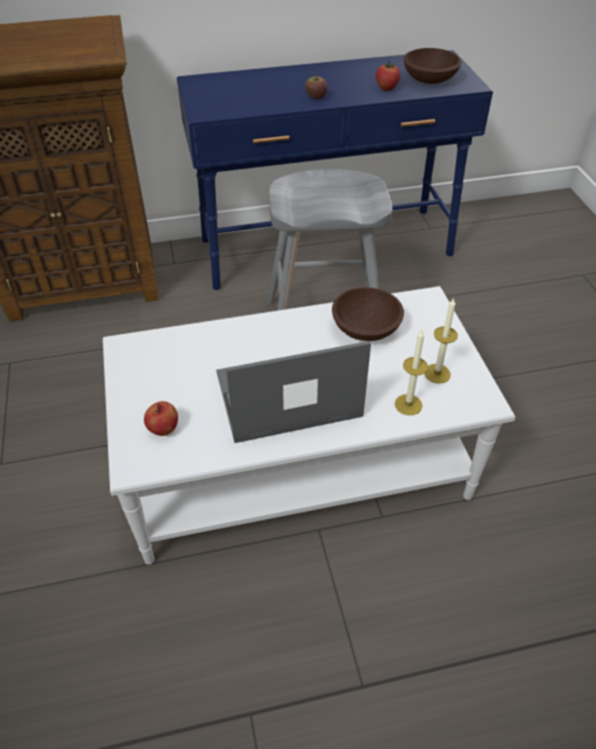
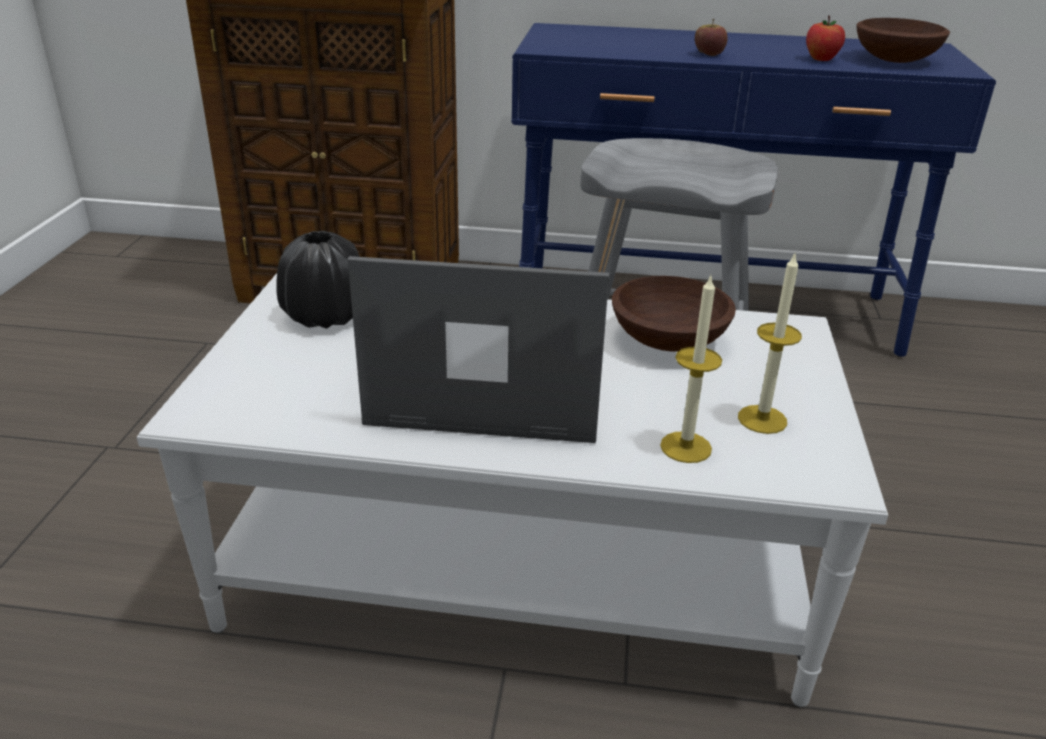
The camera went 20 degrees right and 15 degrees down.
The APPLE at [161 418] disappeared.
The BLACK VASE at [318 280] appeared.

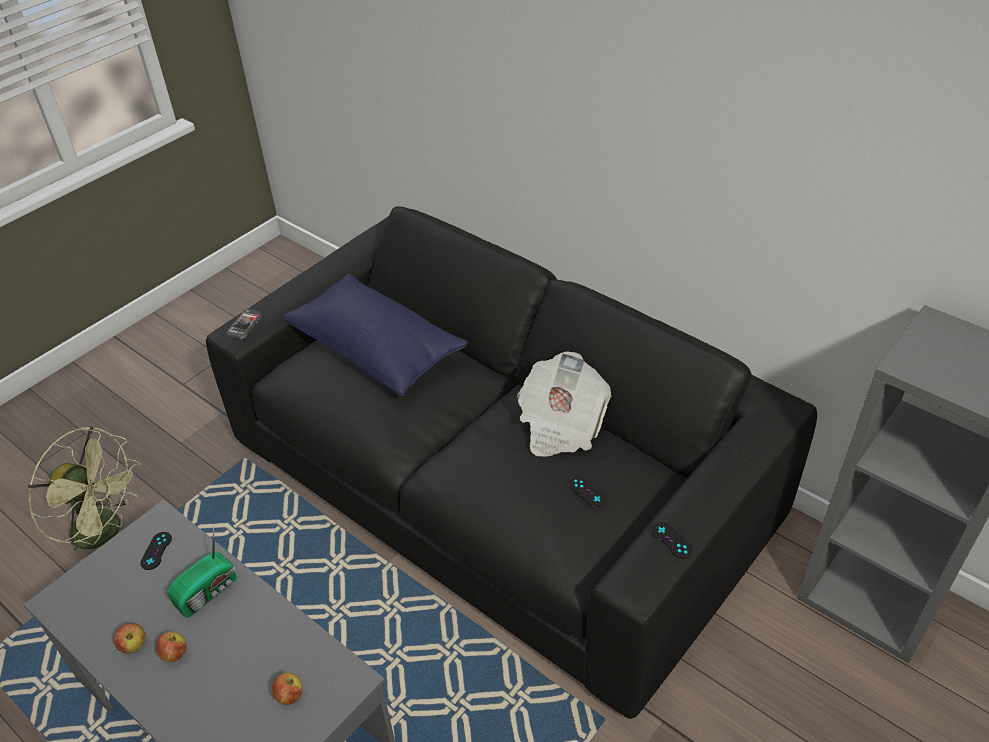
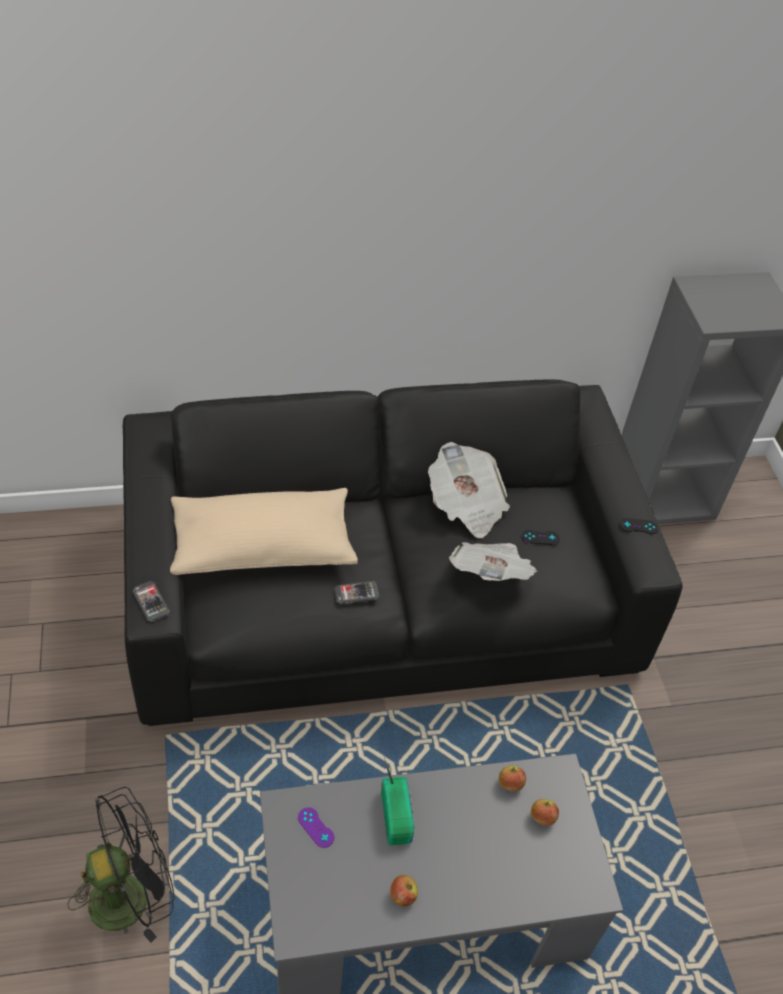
The camera went 55 degrees left and 5 degrees up.
The PHONE at [357 592] appeared.
The NEWSPAPER at [493 561] appeared.
The APPLE moved from [171 647] to [512 778].
The GREEN FAN at [84 494] became the BLACK FAN at [121 864].
The BLACK GAME CONTROLLER at [156 551] became the PURPLE GAME CONTROLLER at [316 827].
The BLUE PILLOW at [375 335] became the BEIGE PILLOW at [264 531].

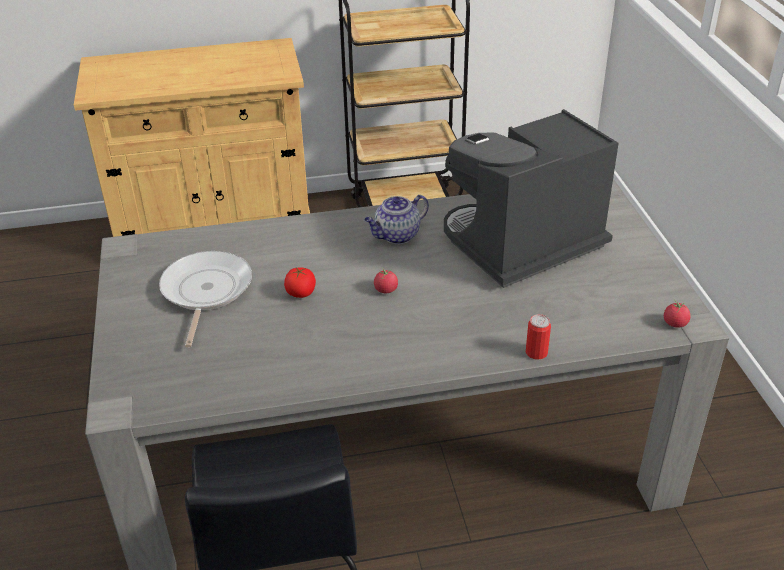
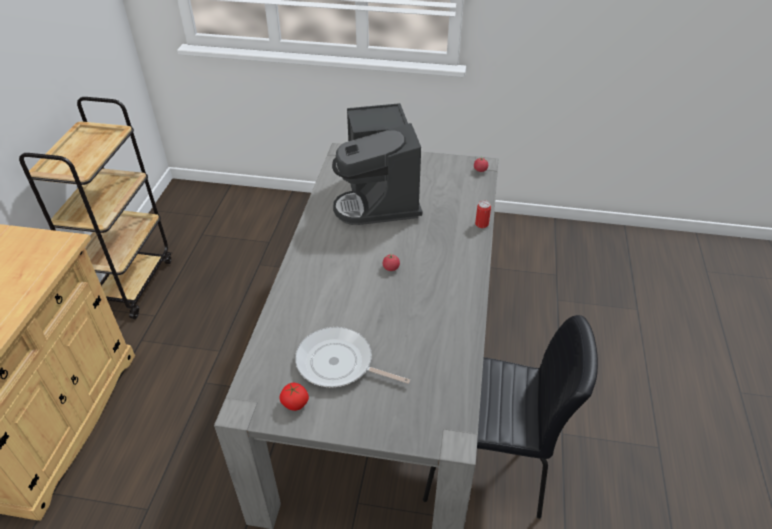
The camera went 70 degrees left and 5 degrees up.
The TEAPOT at [396 219] disappeared.
The TOMATO moved from [300 282] to [294 397].

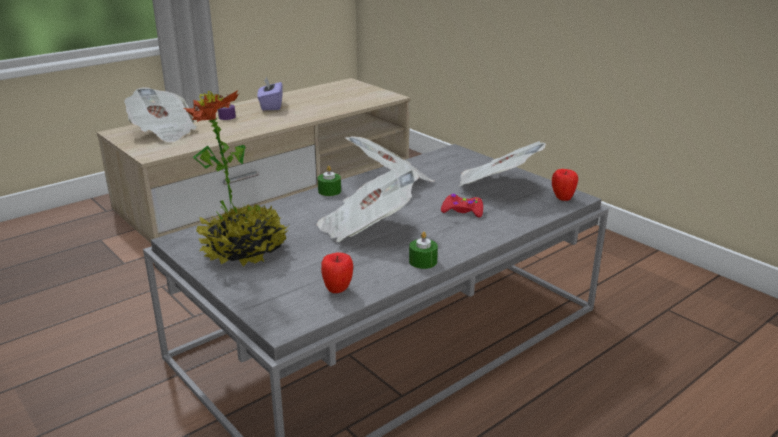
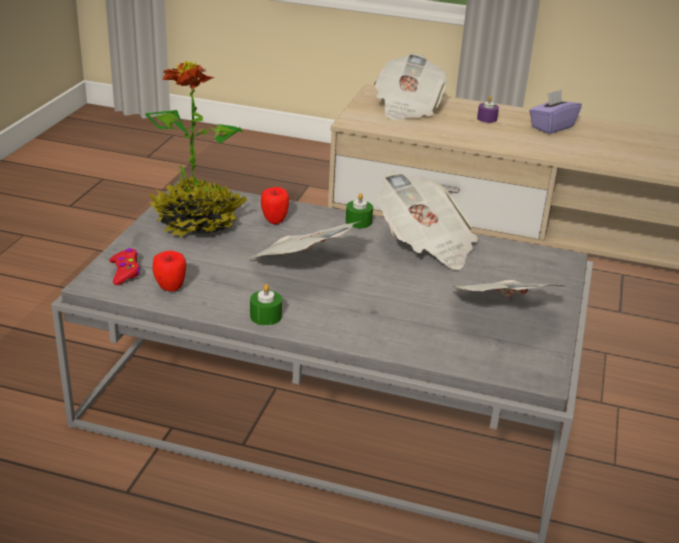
The camera went 55 degrees right and 5 degrees up.
The RED GAME CONTROLLER moved from [462 205] to [124 266].
The APPLE moved from [565 185] to [275 205].

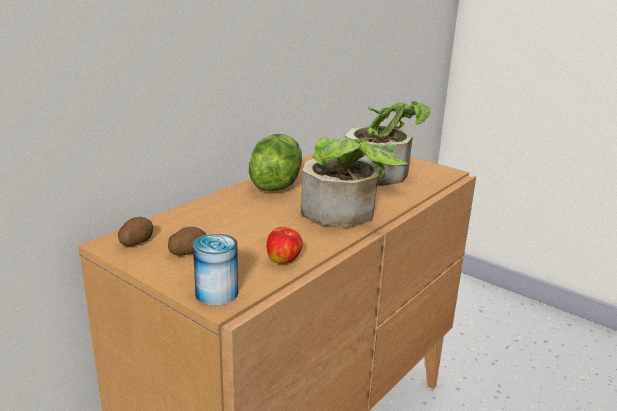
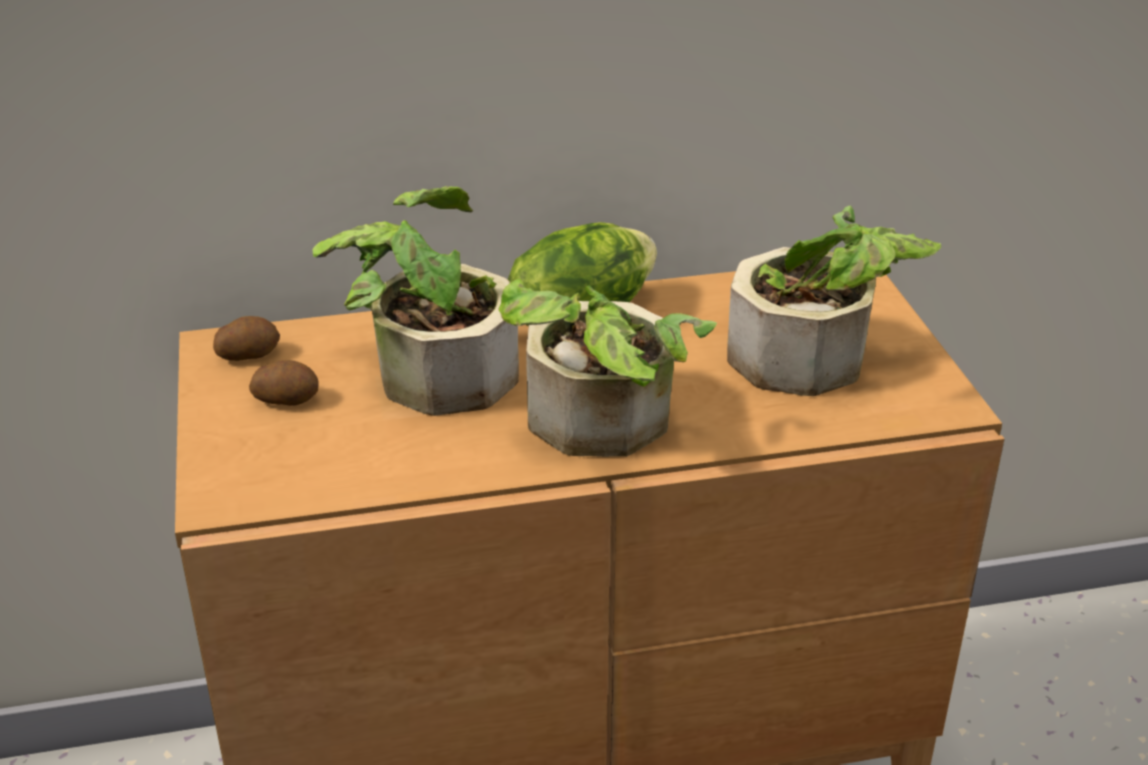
The camera went 40 degrees right and 10 degrees up.
The CAN at [215 270] disappeared.
The APPLE at [284 245] disappeared.
The POTTED PLANT at [415 301] appeared.

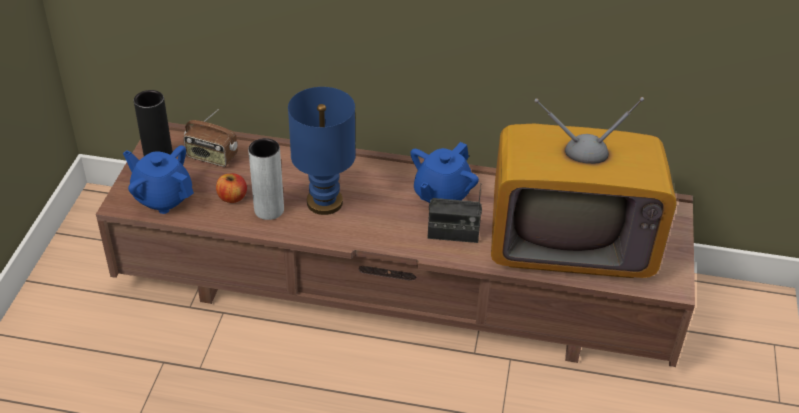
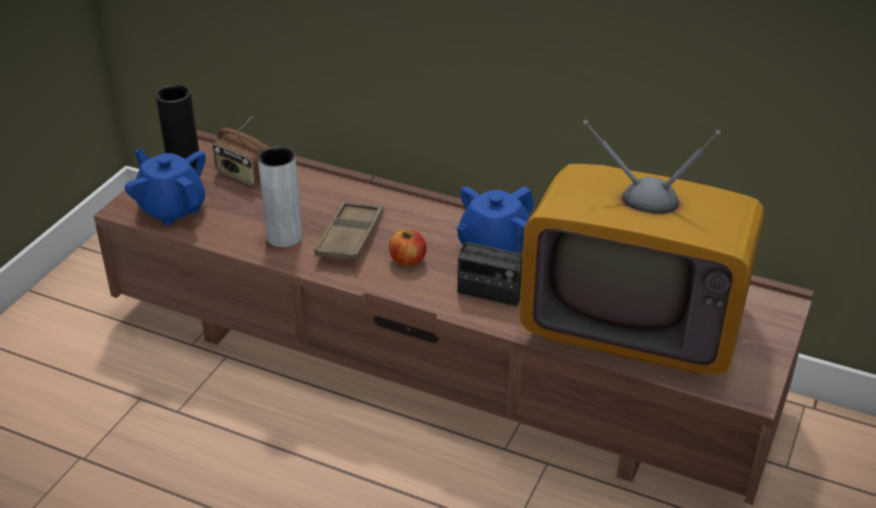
The camera went 15 degrees right and 5 degrees down.
The APPLE moved from [231 188] to [408 248].
The BLUE TABLE LAMP at [322 151] was replaced by the BROWN TRAY at [349 231].

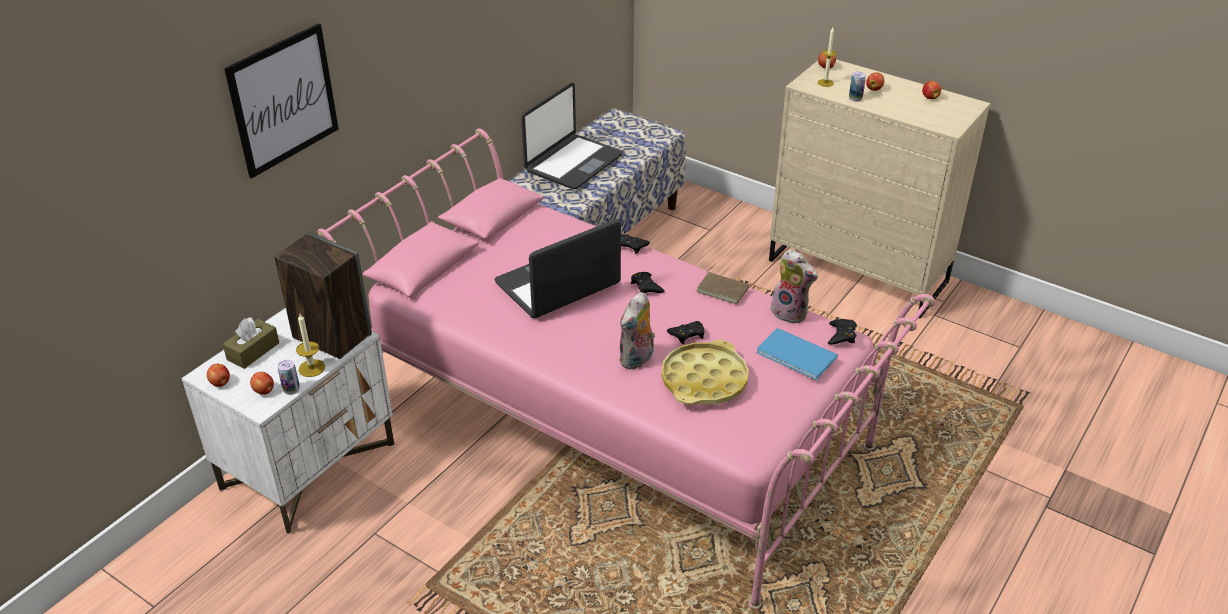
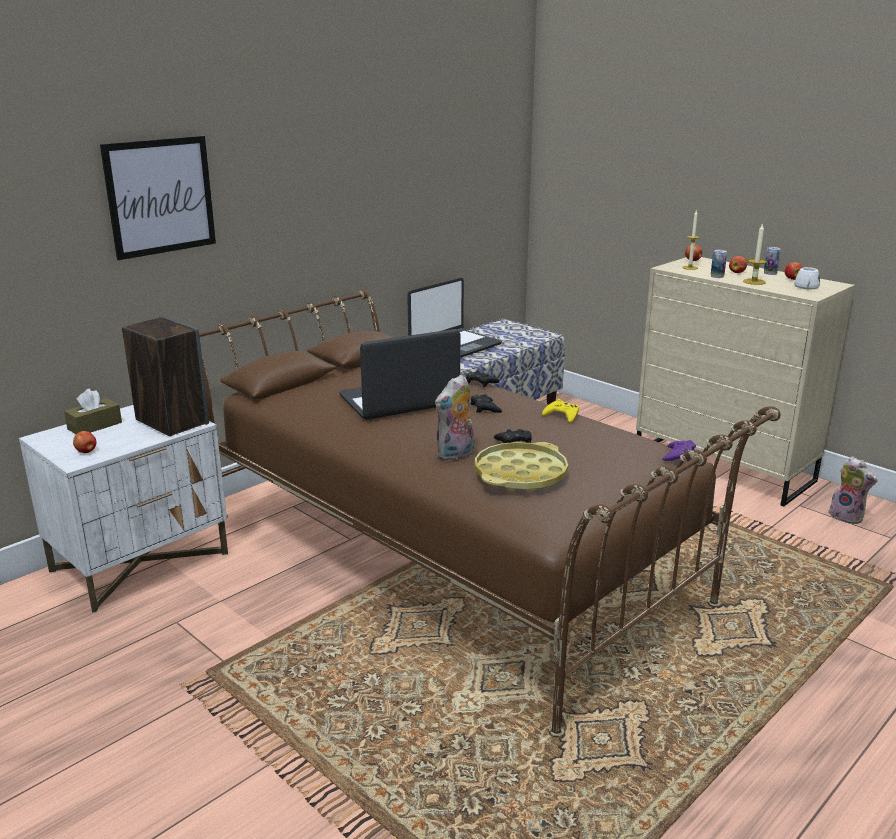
The camera went 10 degrees right and 15 degrees down.
The APPLE at [218 375] disappeared.
The BLUE BOOK at [797 354] disappeared.
The WHITE MUG at [807 278] appeared.
The CAN moved from [288 377] to [772 261].
The CANDLE moved from [310 345] to [755 254].
The PLUSH TOY moved from [794 286] to [853 490].
The BROWN BOOK at [722 285] was replaced by the YELLOW GAME CONTROLLER at [560 411].
The PINK BED at [626 368] became the BROWN BED at [489 513].
The BLACK GAME CONTROLLER at [842 331] became the PURPLE GAME CONTROLLER at [679 450].

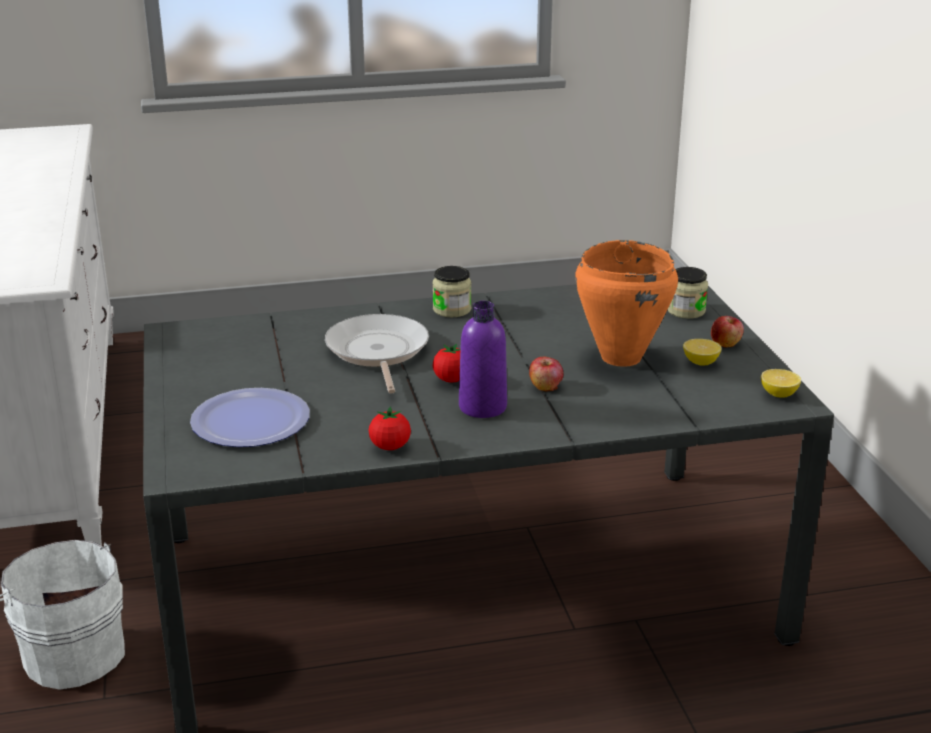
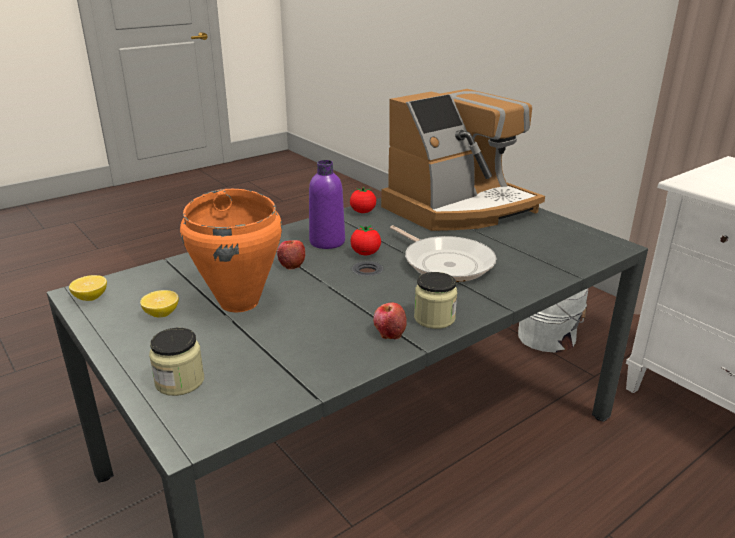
The camera went 155 degrees right and 0 degrees up.
The APPLE moved from [727 332] to [390 321].
The PLATE at [250 417] was replaced by the COFFEE MACHINE at [463 160].

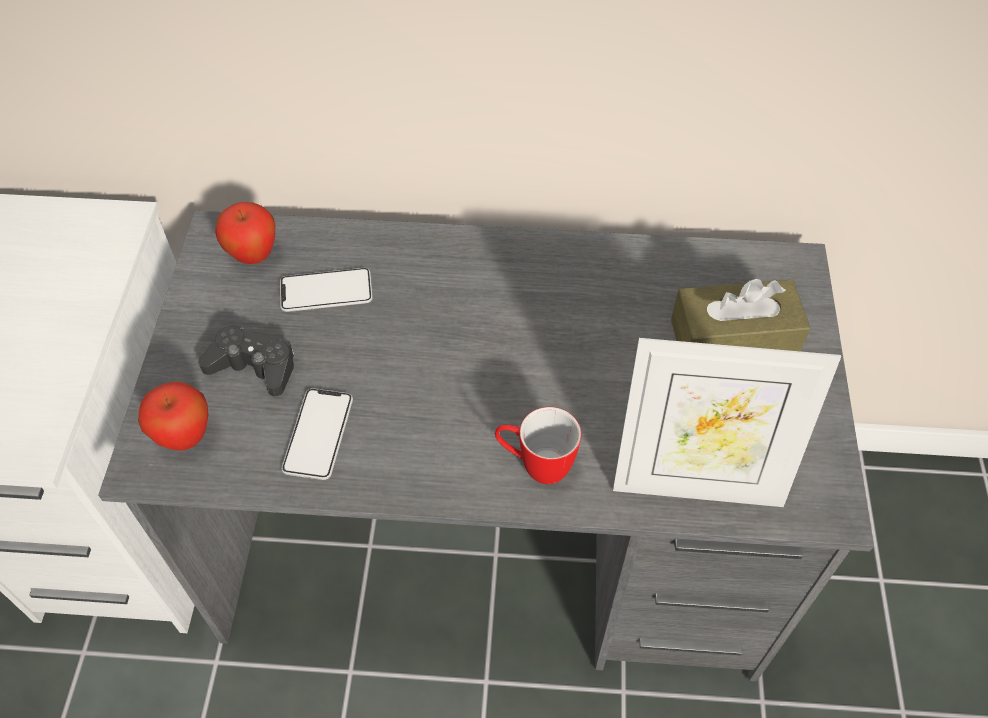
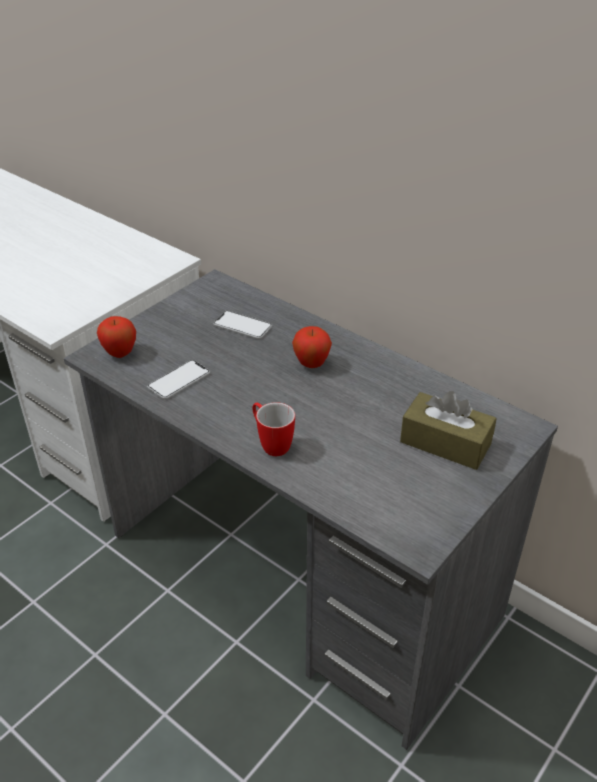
The camera went 35 degrees right and 15 degrees down.
The BLACK GAME CONTROLLER at [246 359] disappeared.
The PICTURE FRAME at [727 422] disappeared.
The APPLE moved from [245 233] to [312 347].

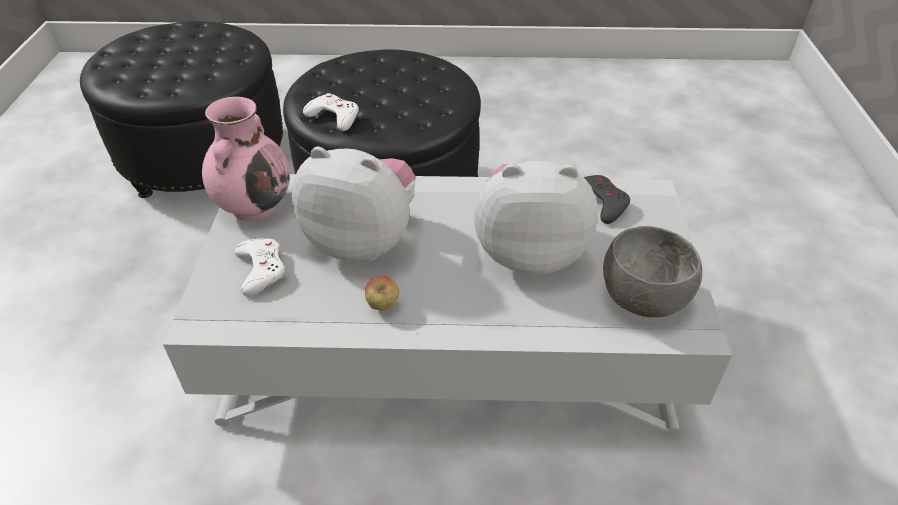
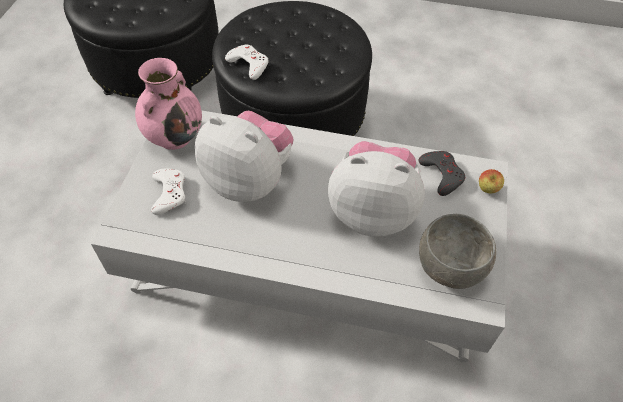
The camera went 10 degrees right and 10 degrees up.
The APPLE moved from [382 293] to [491 181].

